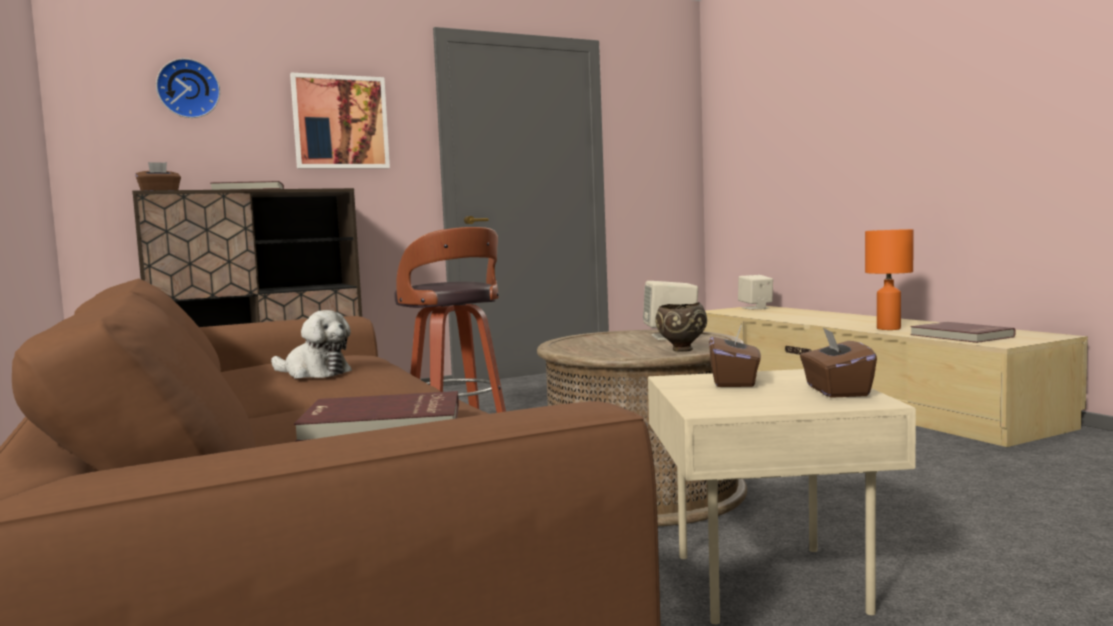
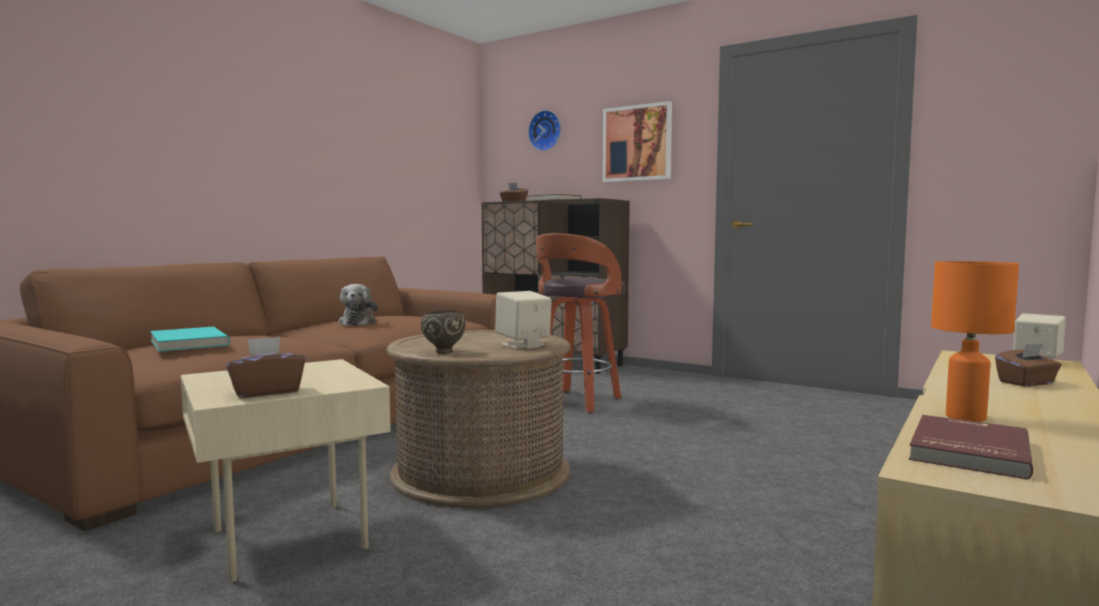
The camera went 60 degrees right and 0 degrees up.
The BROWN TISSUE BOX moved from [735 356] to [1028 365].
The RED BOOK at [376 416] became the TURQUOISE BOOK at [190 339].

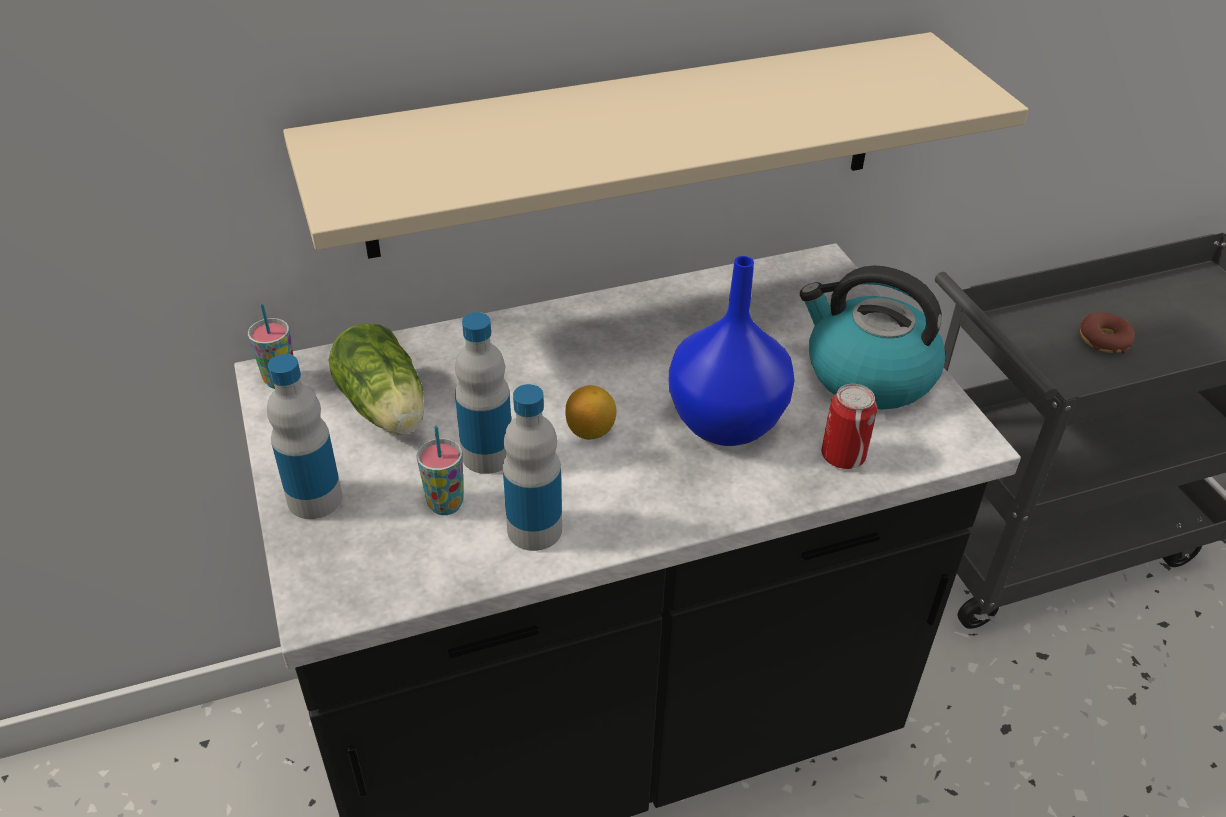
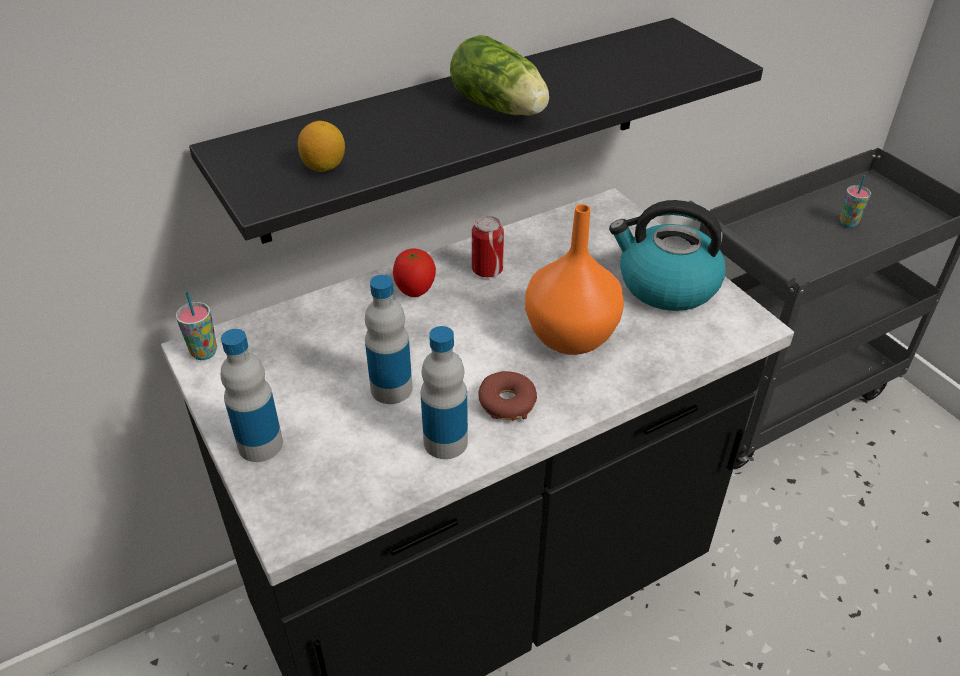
The camera went 10 degrees left and 0 degrees up.
The TOMATO at [414 272] appeared.
The LETTUCE moved from [376 379] to [499 75].
The CUP moved from [440 470] to [855 201].
The LEMON moved from [590 412] to [321 146].
The CAN moved from [849 426] to [488 246].
The DONUT moved from [1107 333] to [507 396].
The BEIGE SHELF at [656 145] became the BLACK SHELF at [476 131].
The BLUE VASE at [732 351] became the ORANGE VASE at [574 279].

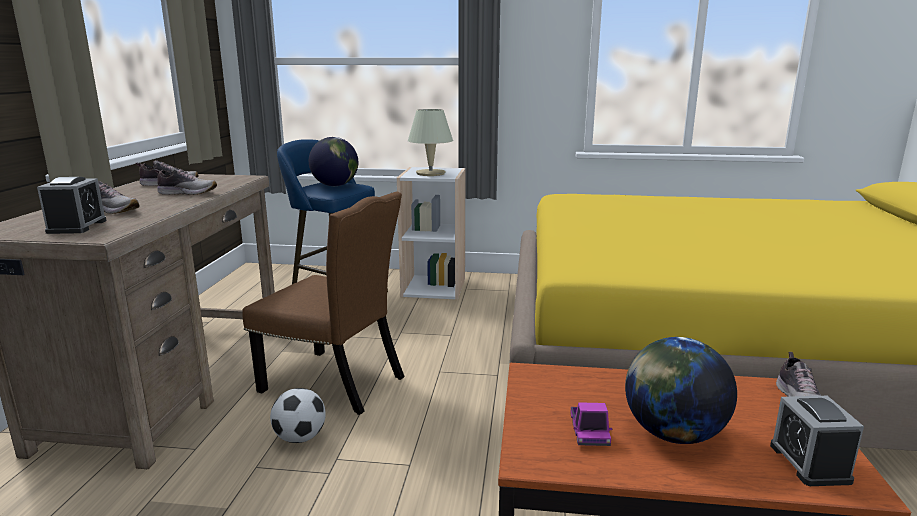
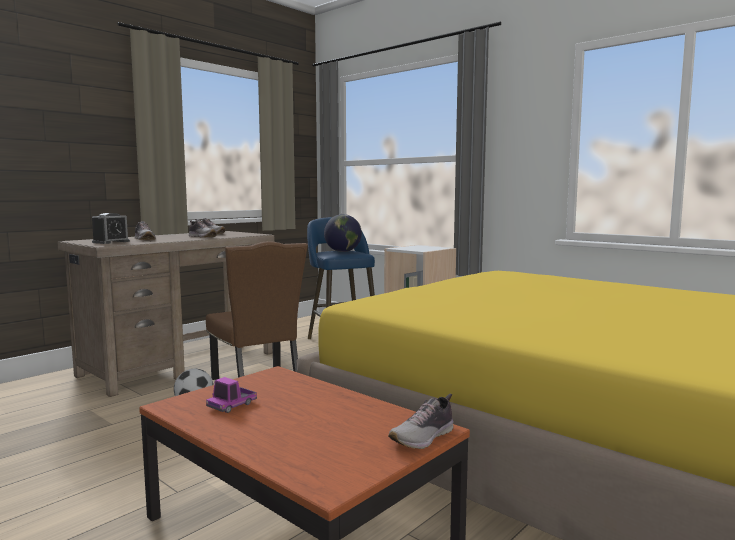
The camera went 35 degrees right and 10 degrees down.
The BEIGE TABLE LAMP at [430 142] disappeared.
The GLOBE at [681 390] disappeared.
The ALARM CLOCK at [817 441] disappeared.

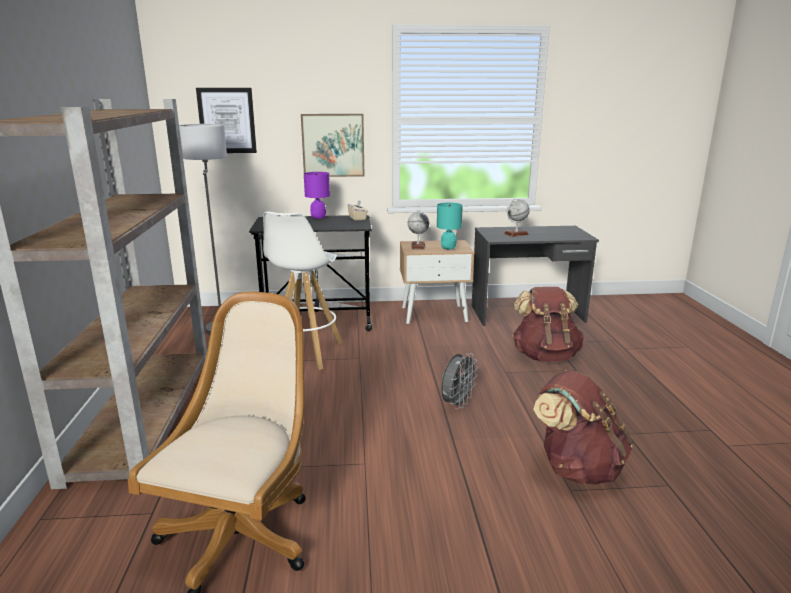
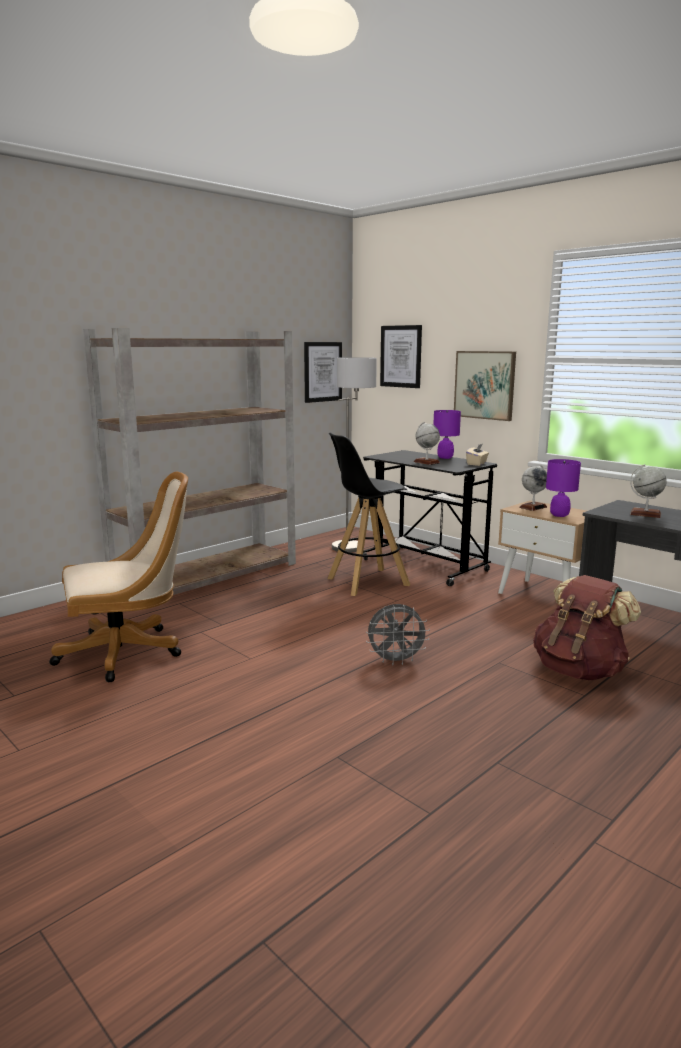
The camera went 50 degrees right and 5 degrees down.
The BROWN BACKPACK at [583 427] disappeared.
The PICTURE at [323 372] appeared.
The GLOBE at [427 443] appeared.
The WHITE STOOL at [303 290] became the BLACK STOOL at [368 514].
The TURQUOISE TABLE LAMP at [450 226] became the PURPLE TABLE LAMP at [563 488].

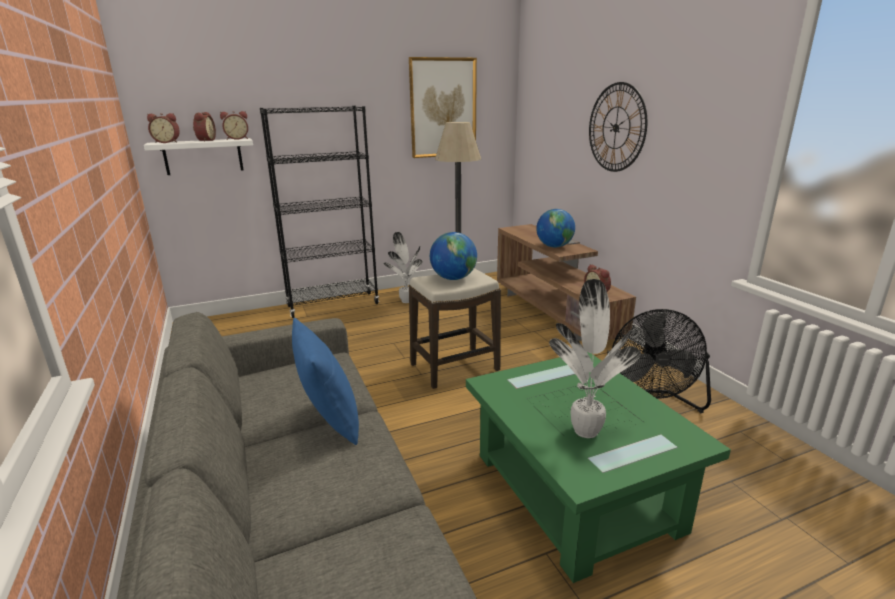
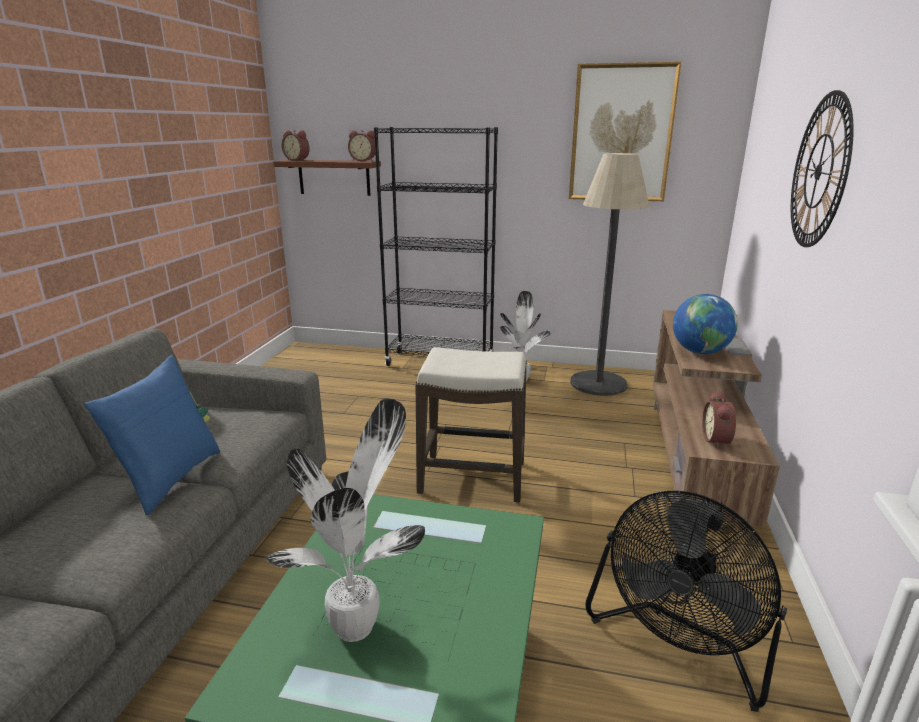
The camera went 35 degrees right and 0 degrees up.
The ALARM CLOCK at [204 127] disappeared.
The GLOBE at [453 256] disappeared.
The WHITE SHELF at [198 156] became the BROWN SHELF at [327 178].

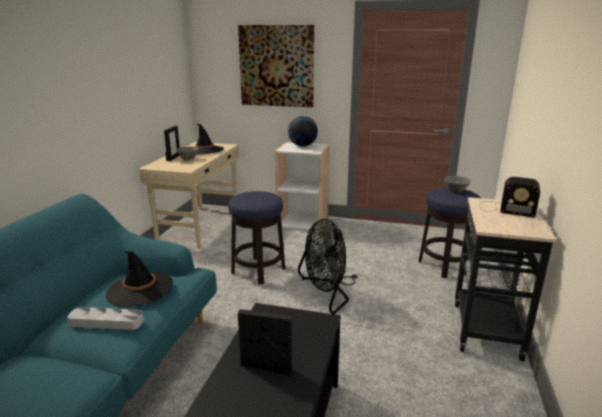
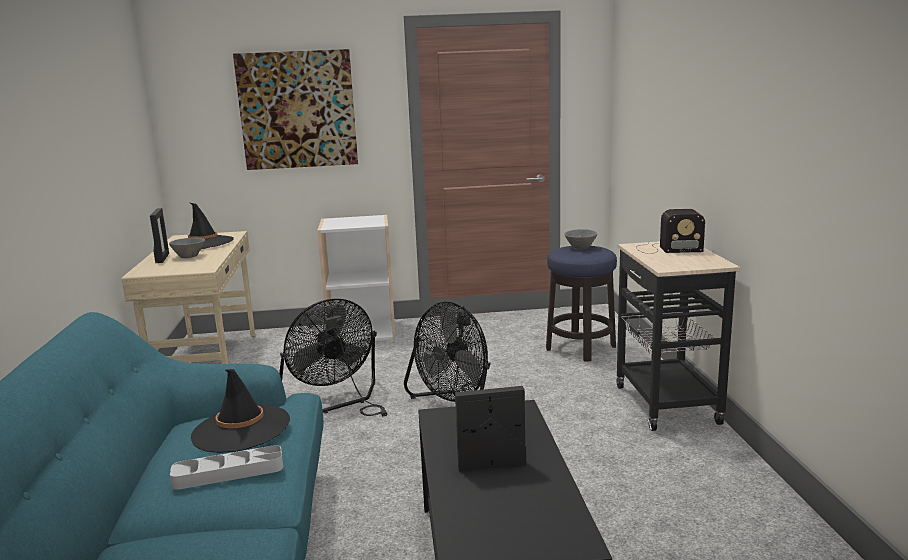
The camera went 20 degrees left and 5 degrees down.
The GLOBE at [303 131] disappeared.
The STOOL at [256 238] was replaced by the BLACK FAN at [333 357].

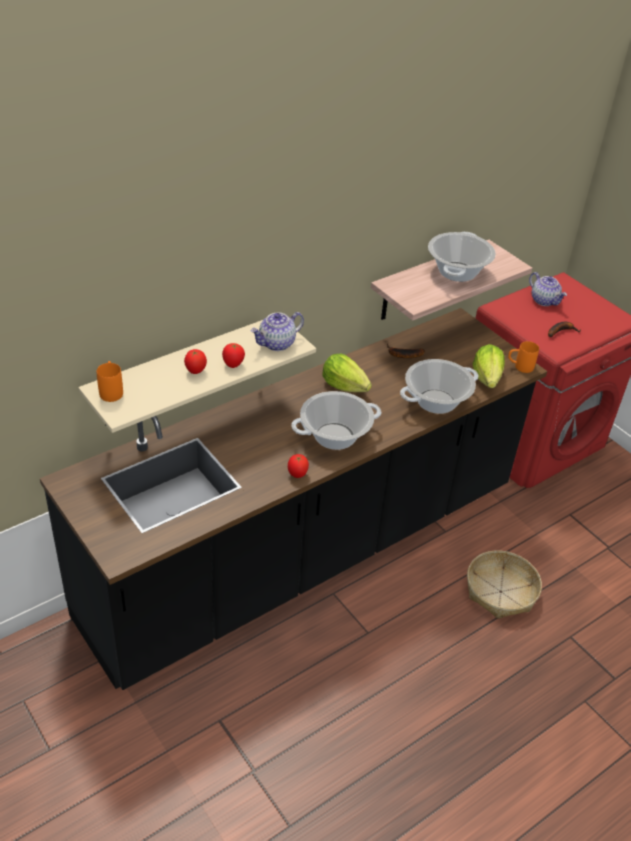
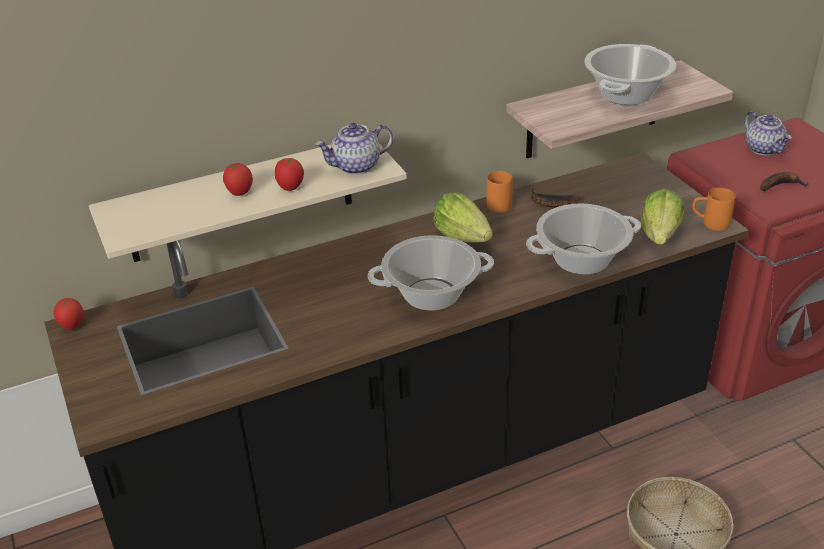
The camera went 15 degrees right and 5 degrees down.
The ORANGE MUG moved from [110 381] to [500 192].
The TOMATO moved from [298 466] to [68 314].

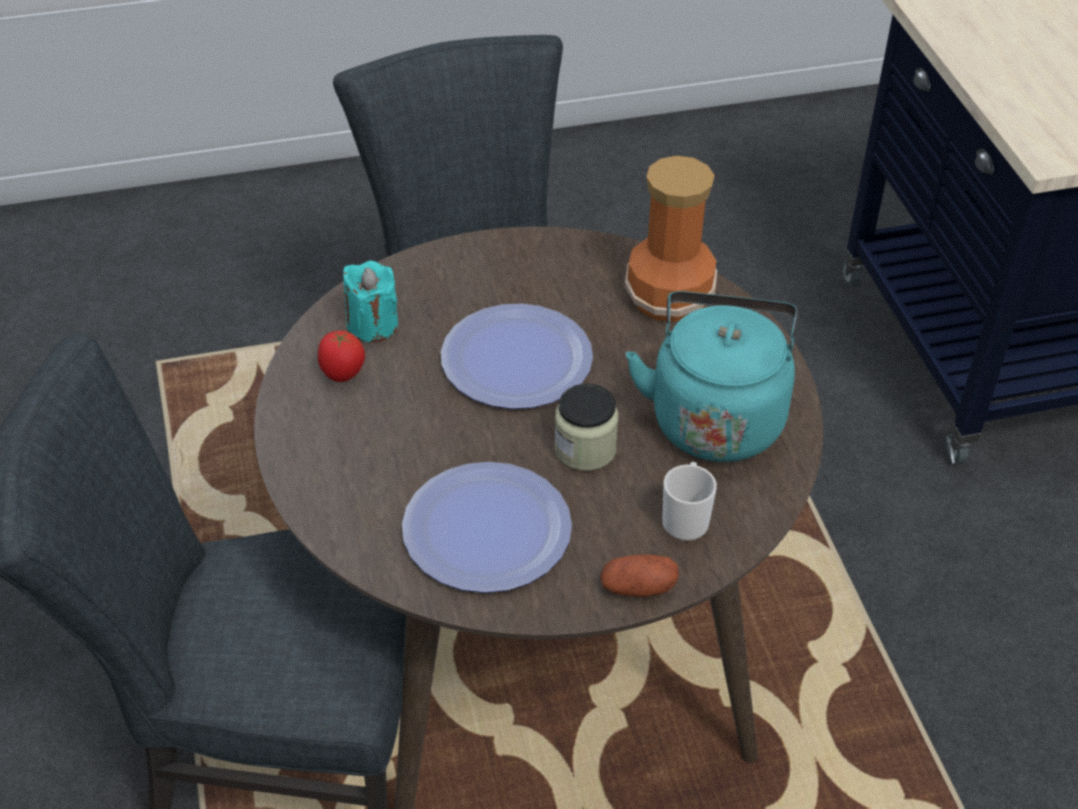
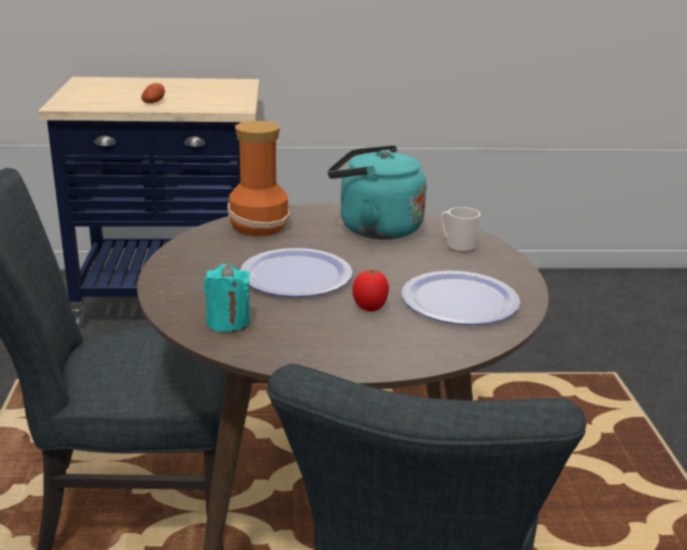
The camera went 80 degrees left and 20 degrees down.
The JAR at [586 427] disappeared.
The TOMATO moved from [341 356] to [370 290].
The POTATO moved from [639 576] to [153 93].

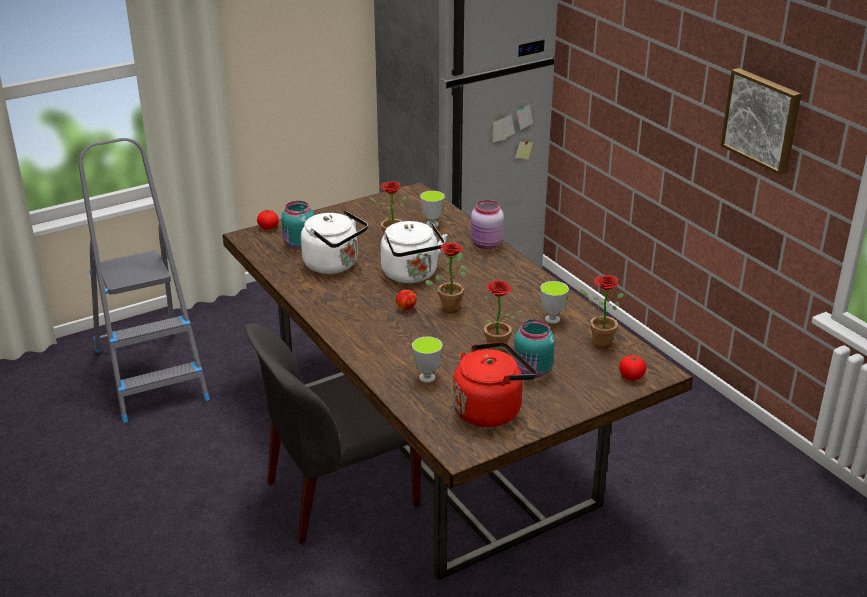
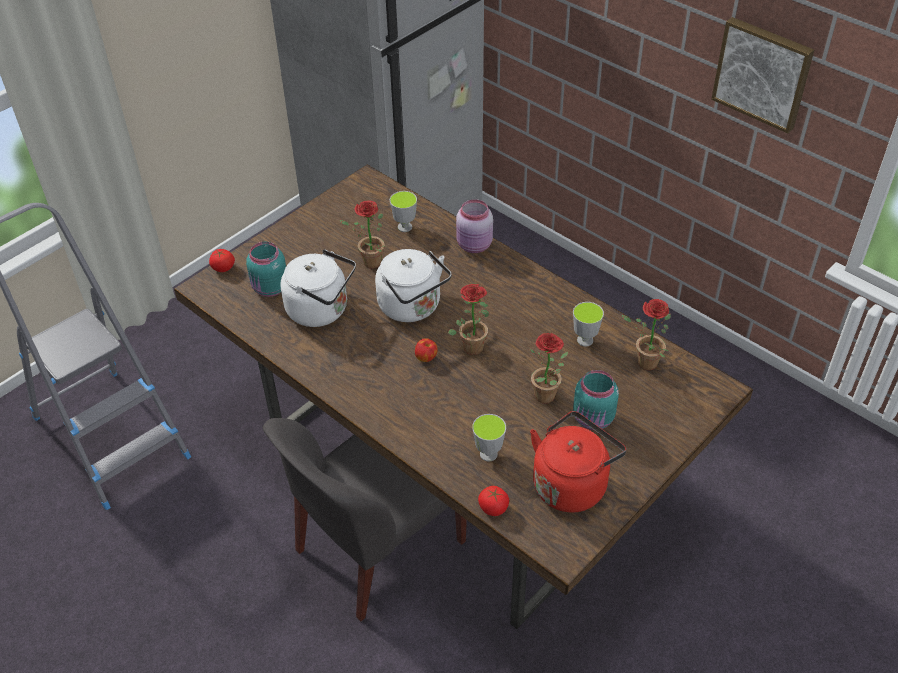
The camera went 15 degrees left and 15 degrees up.
The TOMATO moved from [632 367] to [493 501].

